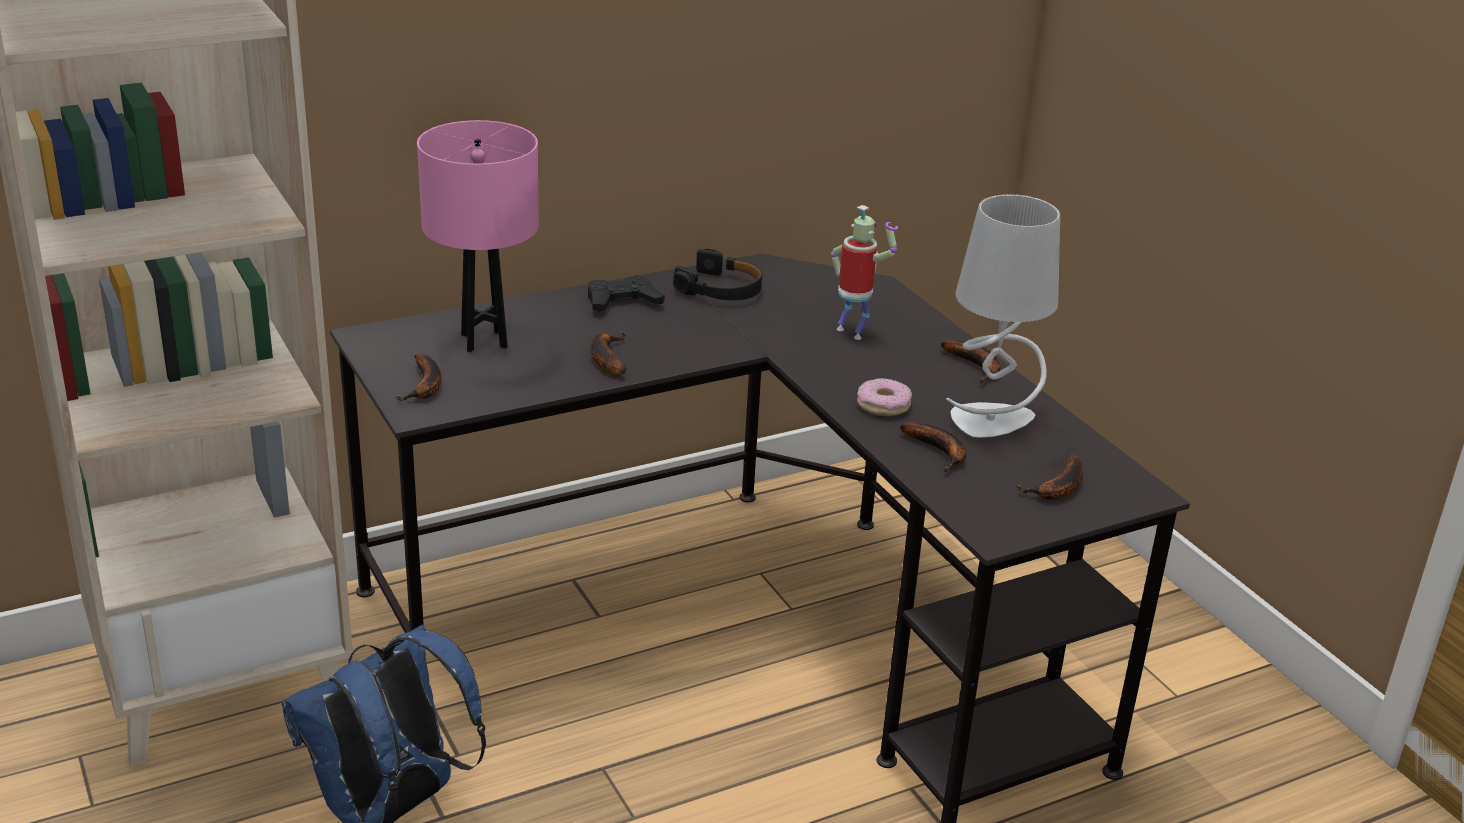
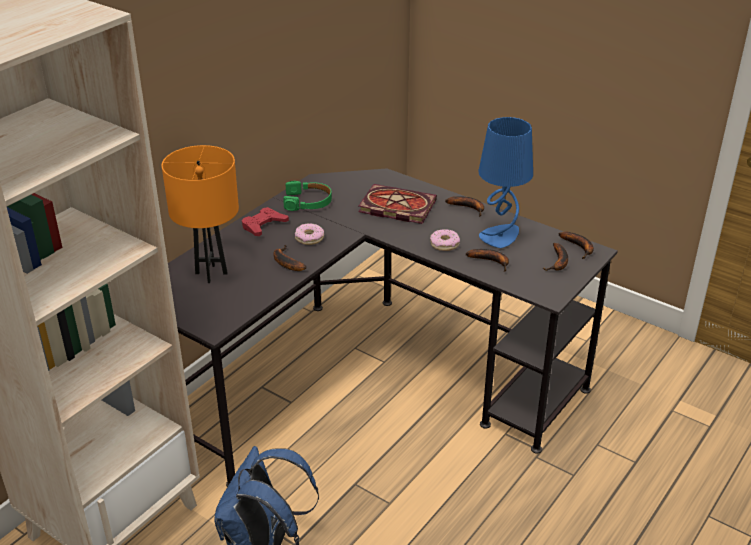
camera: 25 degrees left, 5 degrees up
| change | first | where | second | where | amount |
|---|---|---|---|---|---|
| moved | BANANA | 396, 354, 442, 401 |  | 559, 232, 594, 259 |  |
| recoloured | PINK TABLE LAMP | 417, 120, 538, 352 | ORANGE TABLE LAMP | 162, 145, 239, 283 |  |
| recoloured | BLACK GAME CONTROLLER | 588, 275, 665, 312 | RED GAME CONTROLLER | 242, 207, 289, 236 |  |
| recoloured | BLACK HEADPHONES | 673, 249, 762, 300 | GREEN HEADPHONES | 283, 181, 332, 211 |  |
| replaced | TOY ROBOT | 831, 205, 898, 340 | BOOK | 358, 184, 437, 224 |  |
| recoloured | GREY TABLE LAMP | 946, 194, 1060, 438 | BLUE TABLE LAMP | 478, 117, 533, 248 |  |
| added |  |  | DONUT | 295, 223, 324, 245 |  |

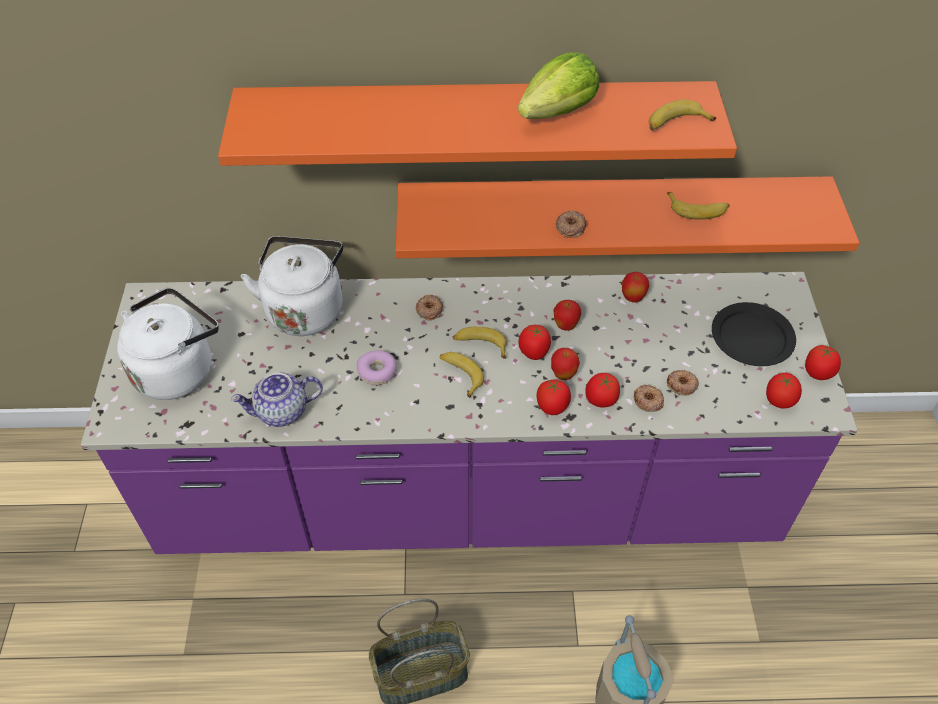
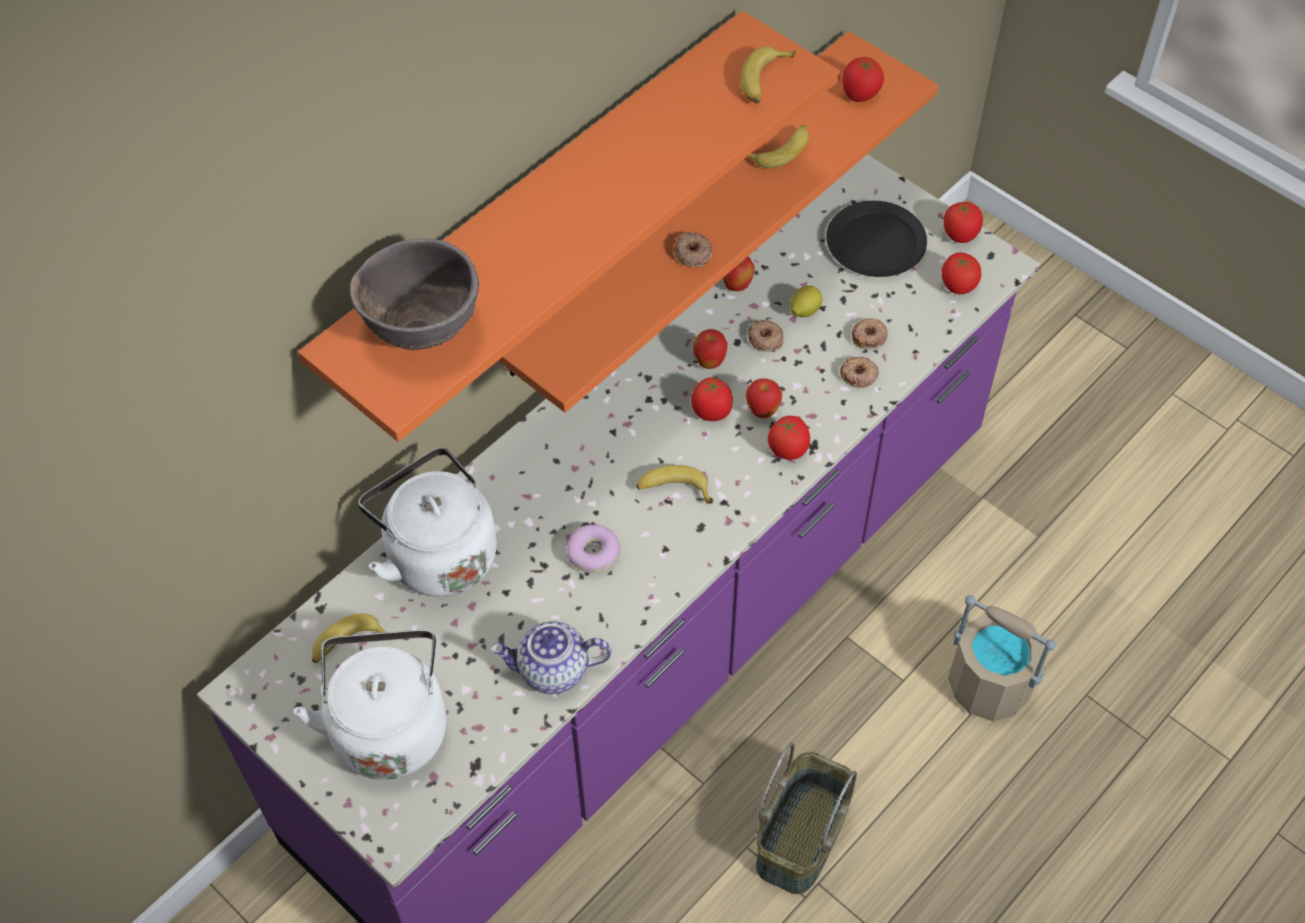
camera: 45 degrees left, 5 degrees up
| change | first | where | second | where | amount |
|---|---|---|---|---|---|
| turned | TEAPOT | 231, 373, 323, 427 |  | 491, 621, 611, 694 | 60 degrees clockwise |
| moved | DONUT | 416, 295, 443, 320 |  | 748, 319, 783, 351 |  |
| moved | BANANA | 453, 327, 507, 359 |  | 312, 613, 387, 663 |  |
| removed | LETTUCE | 518, 52, 599, 119 |  |  |  |
| moved | TOMATO | 585, 373, 620, 408 |  | 842, 57, 884, 102 |  |
| added |  |  | BROWN BOWL | 350, 238, 479, 350 |  |
| added |  |  | LEMON | 790, 285, 823, 317 |  |

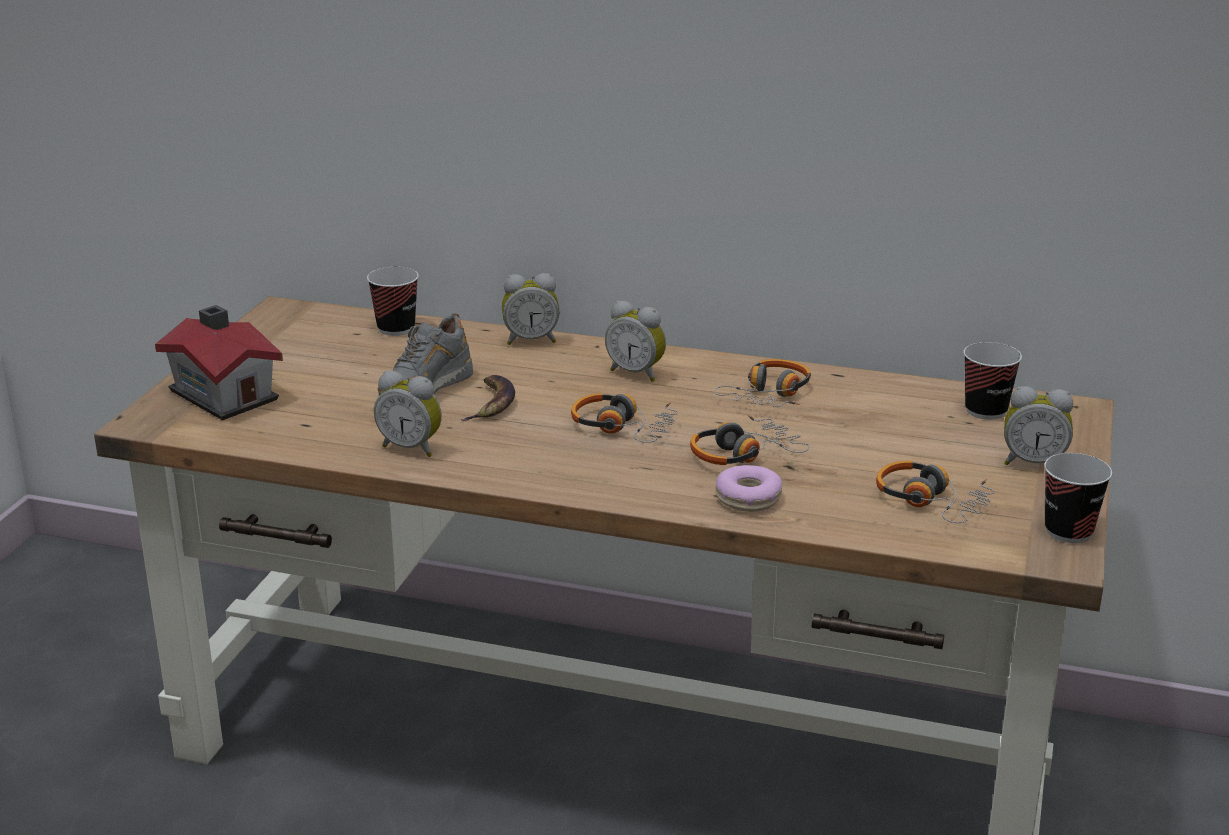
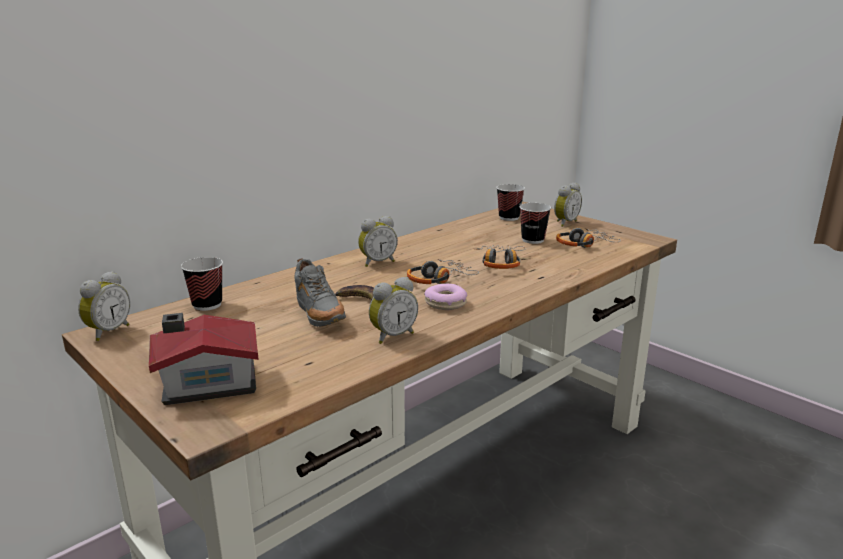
camera: 60 degrees left, 5 degrees down
| change | first | where | second | where | amount |
|---|---|---|---|---|---|
| moved | ALARM CLOCK | 502, 273, 560, 345 |  | 78, 271, 130, 341 |  |
| removed | HEADPHONES | 714, 359, 811, 407 |  |  |  |
| moved | DONUT | 715, 465, 782, 512 |  | 424, 284, 467, 310 |  |
| moved | CUP | 1044, 453, 1112, 543 |  | 519, 203, 551, 244 |  |

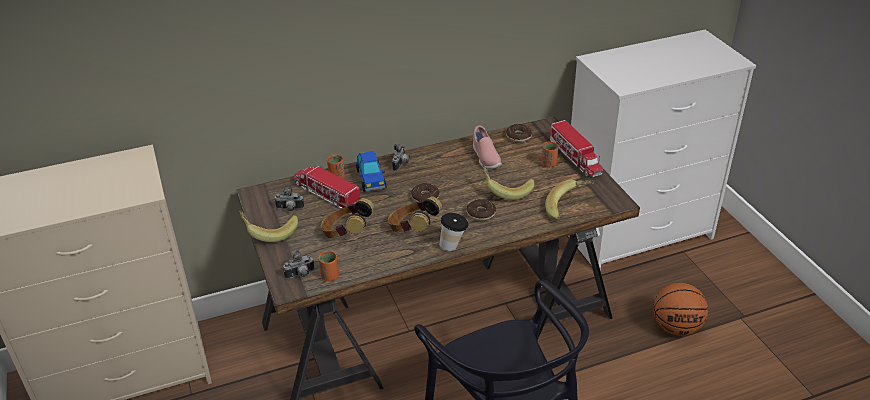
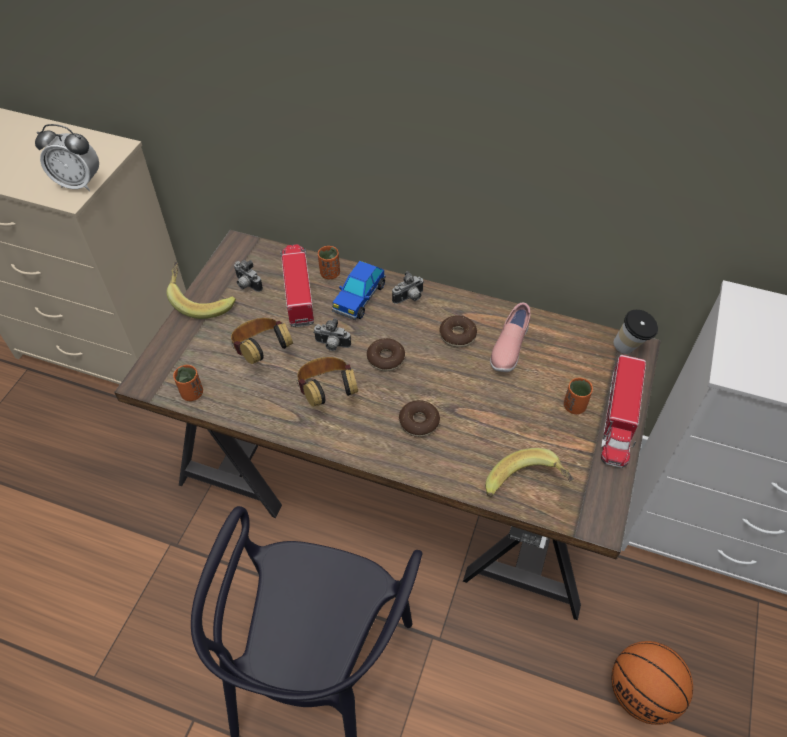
camera: 40 degrees right, 15 degrees up
| change | first | where | second | where | amount |
|---|---|---|---|---|---|
| moved | PHOTO CAMERA | 283, 250, 315, 279 |  | 313, 318, 351, 351 |  |
| moved | CUP | 440, 213, 468, 251 |  | 613, 310, 658, 354 |  |
| removed | BANANA | 482, 165, 534, 200 |  |  |  |
| moved | DONUT | 506, 124, 532, 143 |  | 439, 315, 477, 347 |  |
| added |  |  | ALARM CLOCK | 35, 124, 99, 191 |  |

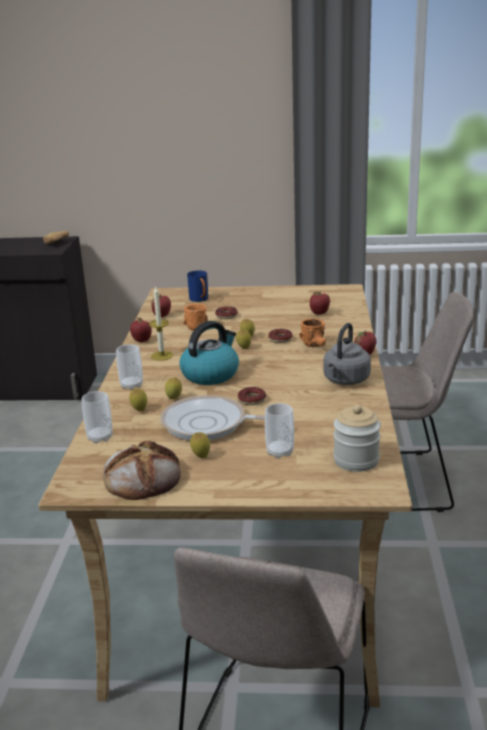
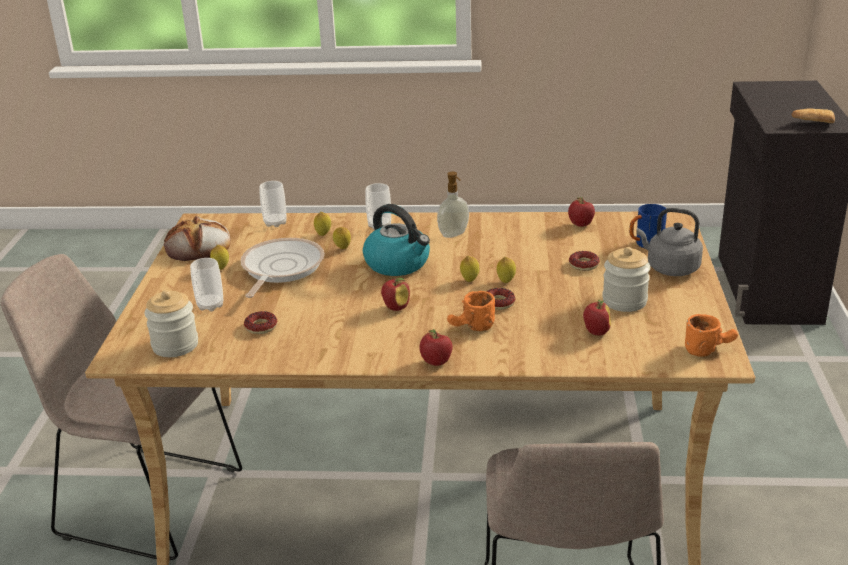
camera: 90 degrees right, 5 degrees up
| change | first | where | second | where | amount |
|---|---|---|---|---|---|
| moved | APPLE | 130, 317, 152, 342 |  | 381, 278, 410, 311 |  |
| replaced | CANDLE | 149, 285, 173, 361 | SOAP DISPENSER | 437, 172, 469, 238 |  |
| moved | ORANGE MUG | 183, 304, 208, 330 |  | 685, 314, 738, 357 |  |
| moved | DONUT | 238, 387, 266, 405 |  | 244, 311, 277, 334 |  |
| moved | GREY KETTLE | 323, 323, 371, 385 |  | 637, 208, 703, 276 |  |
| added |  |  | JAR | 602, 247, 650, 312 |  |

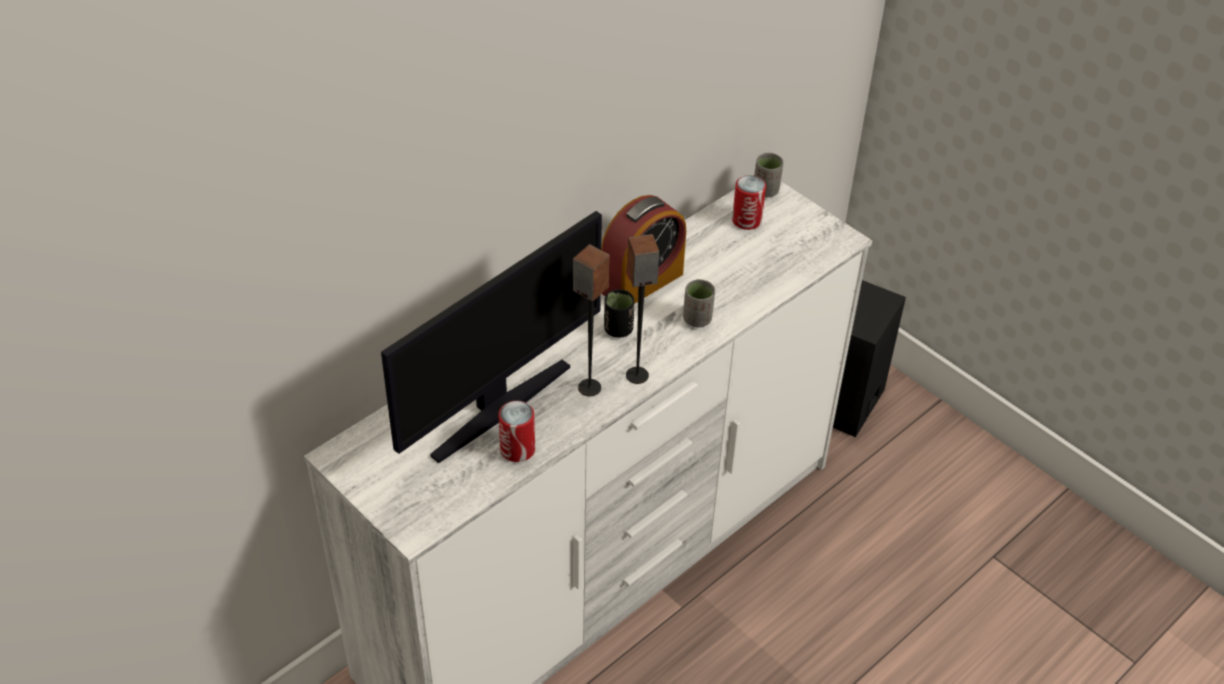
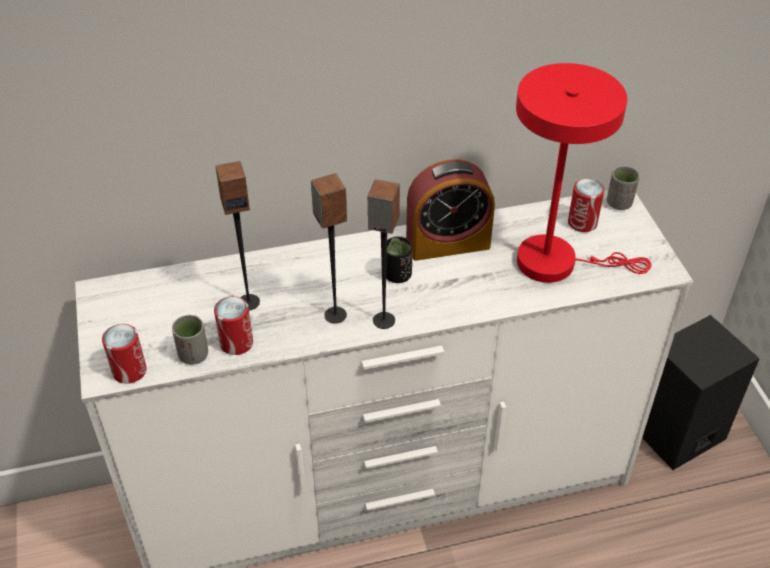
camera: 30 degrees right, 0 degrees up
| change | first | where | second | where | amount |
|---|---|---|---|---|---|
| replaced | MONITOR | 381, 211, 602, 463 | SPEAKER | 215, 161, 260, 310 |  |
| moved | GREY CUP | 683, 279, 715, 327 |  | 172, 315, 208, 365 |  |
| added |  |  | CAN | 102, 324, 147, 384 |  |
| added |  |  | RED TABLE LAMP | 516, 63, 652, 283 |  |

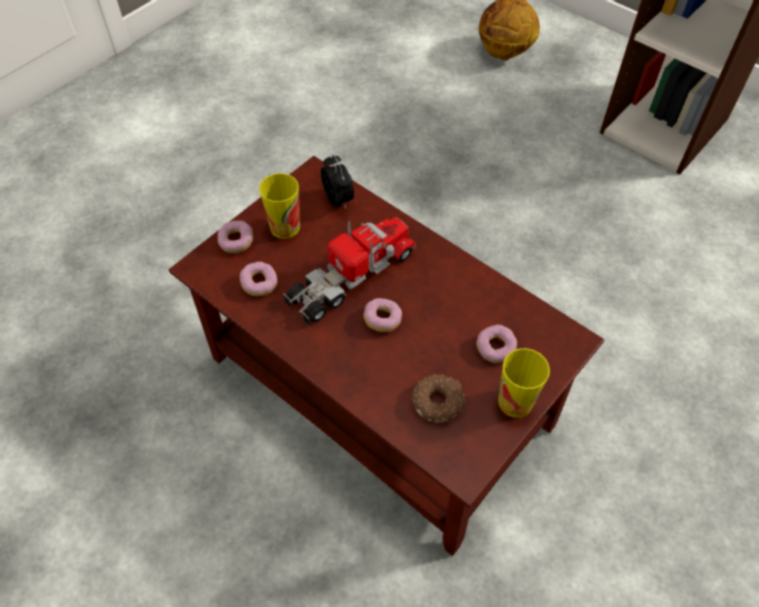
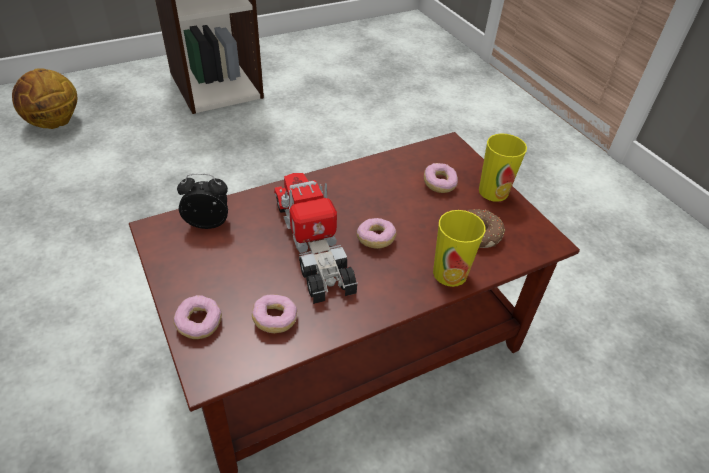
camera: 70 degrees left, 10 degrees down
| change | first | where | second | where | amount |
|---|---|---|---|---|---|
| moved | CUP | 259, 173, 300, 239 |  | 433, 210, 485, 287 |  |

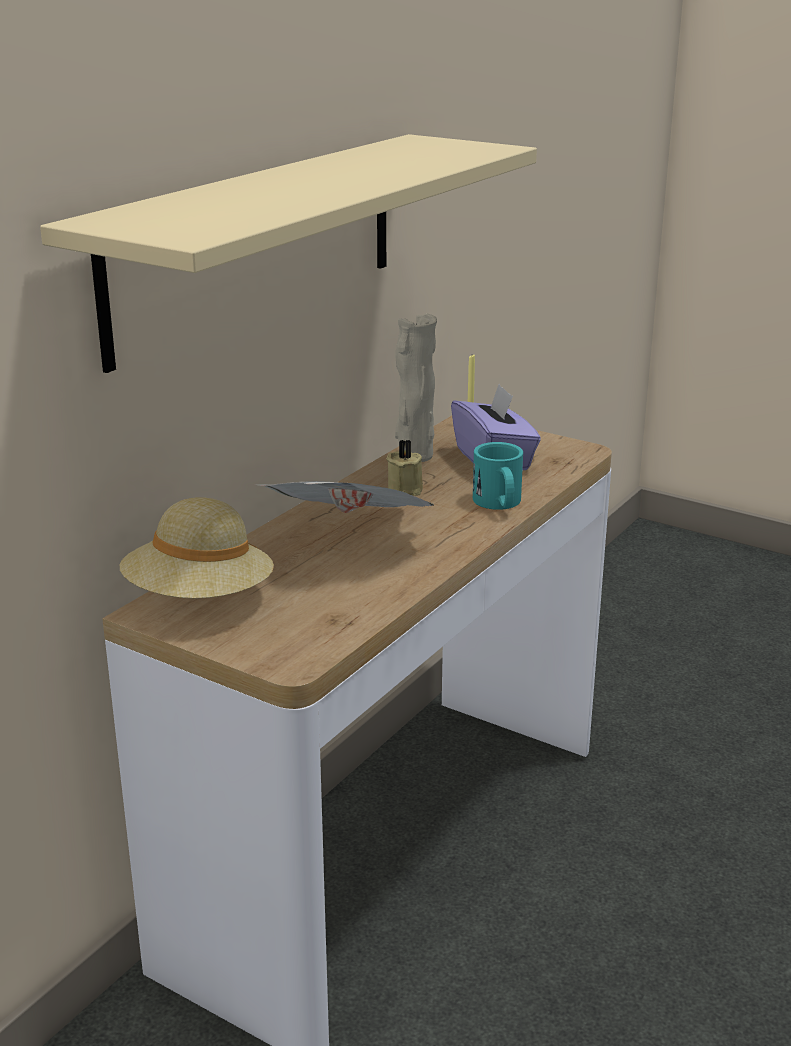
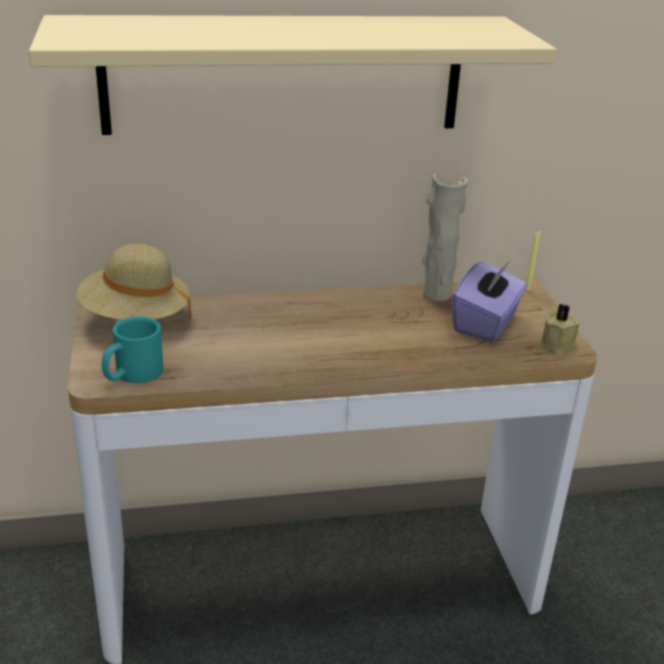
camera: 45 degrees right, 5 degrees up
| change | first | where | second | where | amount |
|---|---|---|---|---|---|
| removed | NEWSPAPER | 255, 481, 434, 513 |  |  |  |
| moved | BEIGE CANDLE | 386, 439, 423, 496 |  | 541, 304, 579, 356 |  |
| moved | TURQUOISE MUG | 473, 442, 523, 510 |  | 102, 316, 163, 383 |  |

